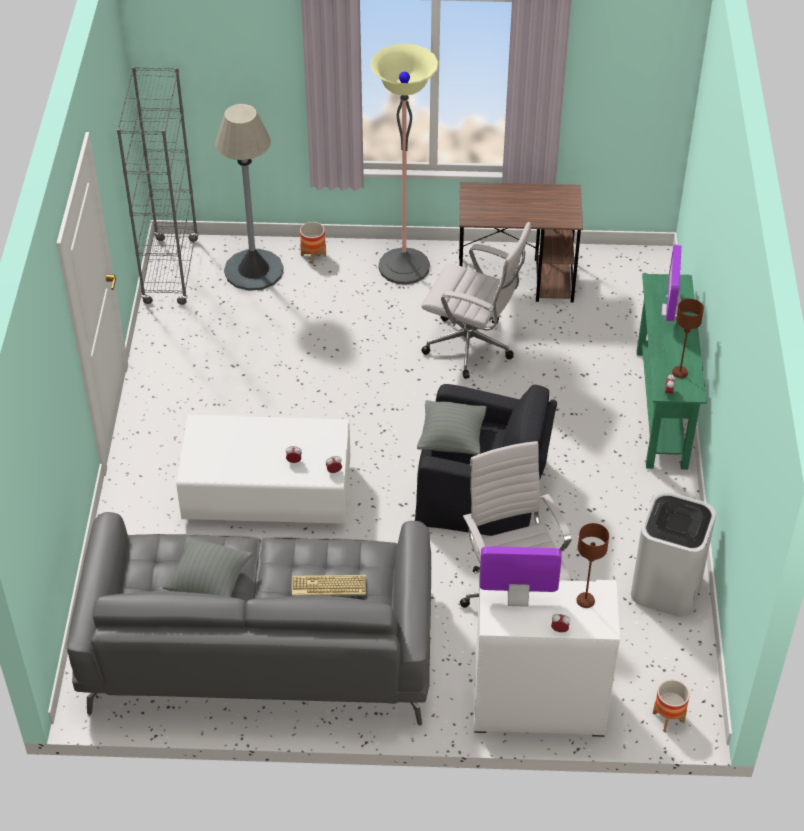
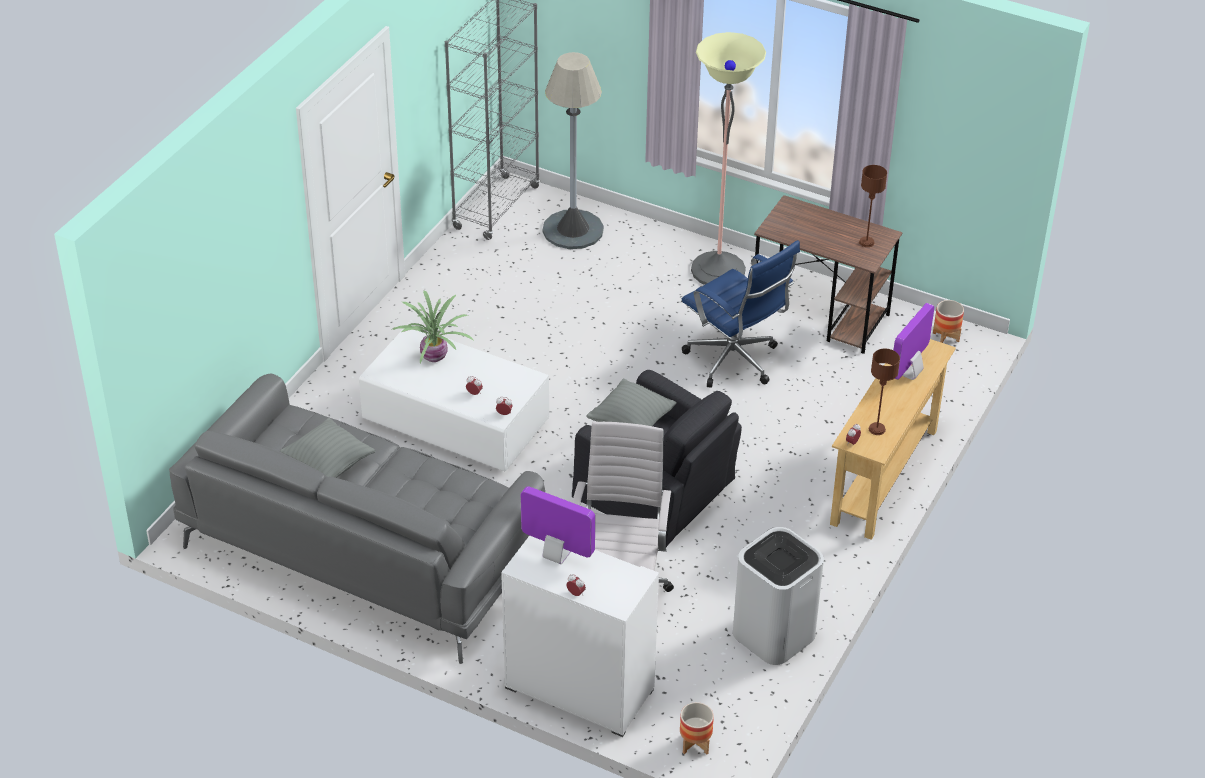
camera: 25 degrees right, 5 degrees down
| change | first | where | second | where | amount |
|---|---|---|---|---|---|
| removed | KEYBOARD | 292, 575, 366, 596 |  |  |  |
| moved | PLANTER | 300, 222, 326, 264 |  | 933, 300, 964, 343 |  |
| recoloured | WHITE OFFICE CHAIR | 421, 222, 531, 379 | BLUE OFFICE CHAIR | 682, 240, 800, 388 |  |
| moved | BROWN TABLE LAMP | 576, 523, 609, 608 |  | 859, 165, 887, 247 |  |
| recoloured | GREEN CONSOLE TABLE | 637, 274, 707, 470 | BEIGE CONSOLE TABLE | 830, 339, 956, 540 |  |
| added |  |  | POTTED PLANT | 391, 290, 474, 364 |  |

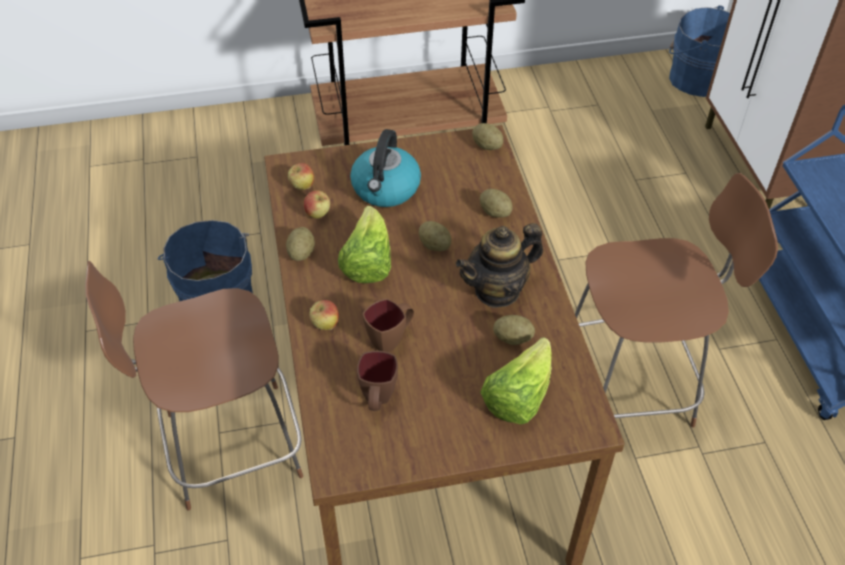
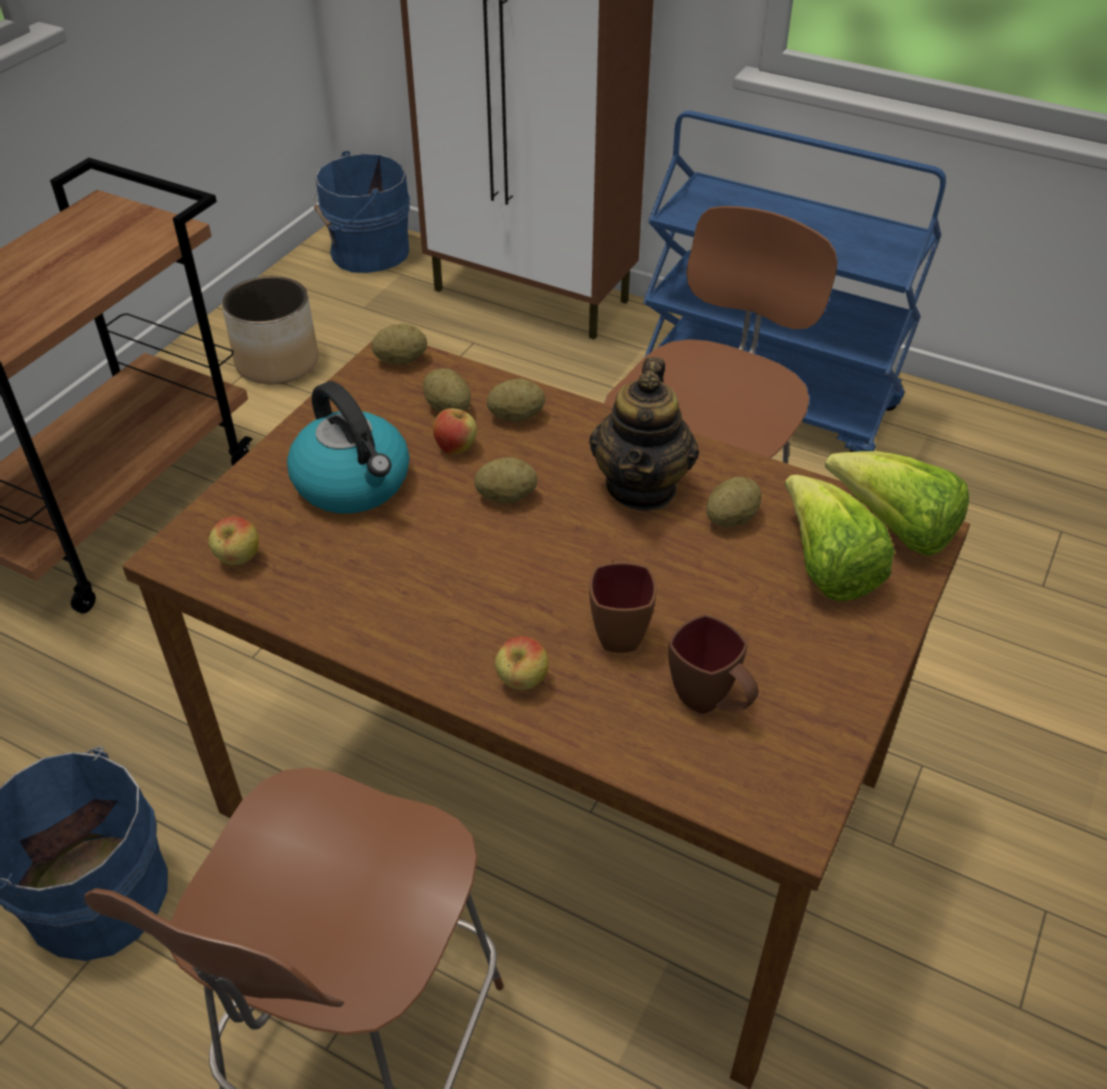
camera: 50 degrees left, 5 degrees down
| change | first | where | second | where | amount |
|---|---|---|---|---|---|
| moved | POTATO | 286, 227, 315, 261 |  | 423, 368, 471, 412 |  |
| moved | APPLE | 304, 190, 330, 219 |  | 433, 407, 477, 454 |  |
| moved | LETTUCE | 338, 206, 391, 283 |  | 825, 451, 969, 556 |  |
| added |  |  | PLANTER | 222, 276, 318, 384 |  |

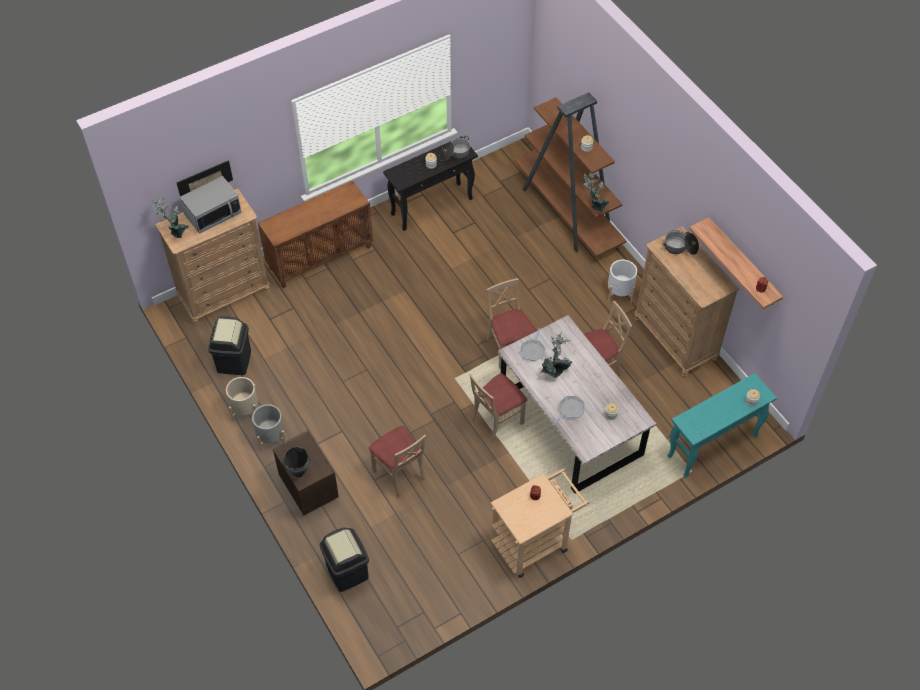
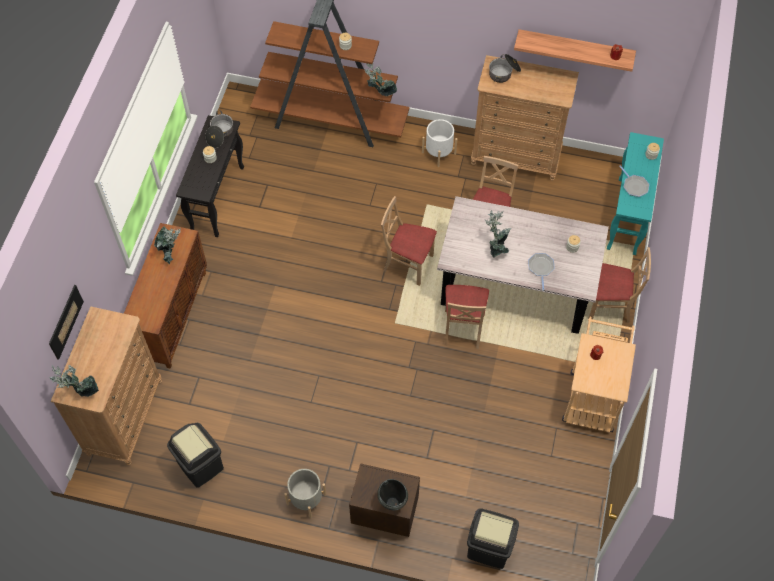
camera: 45 degrees left, 5 degrees up
| change | first | where | second | where | amount |
|---|---|---|---|---|---|
| removed | MICROWAVE | 180, 176, 242, 234 |  |  |  |
| removed | BEIGE PLANTER | 226, 377, 259, 422 |  |  |  |
| moved | BEIGE CHAIR | 369, 426, 426, 498 |  | 588, 247, 651, 323 |  |
| moved | FRYING PAN | 520, 328, 546, 361 |  | 619, 165, 650, 197 |  |
| added |  |  | POTTED PLANT | 154, 226, 181, 265 |  |

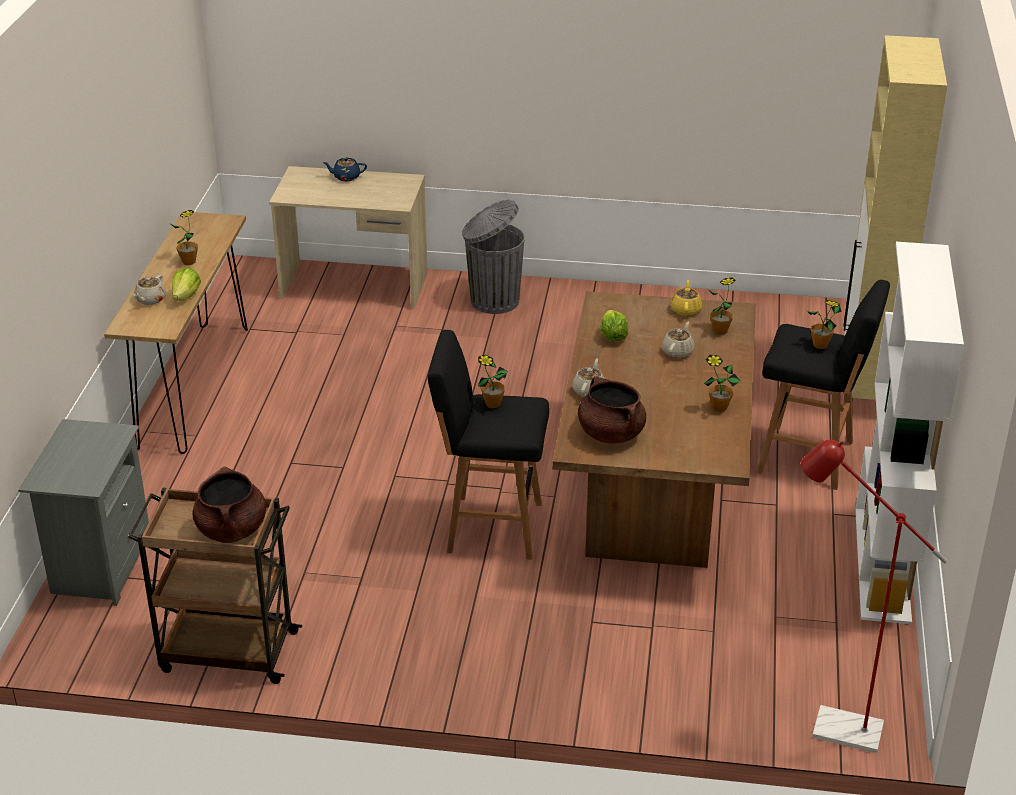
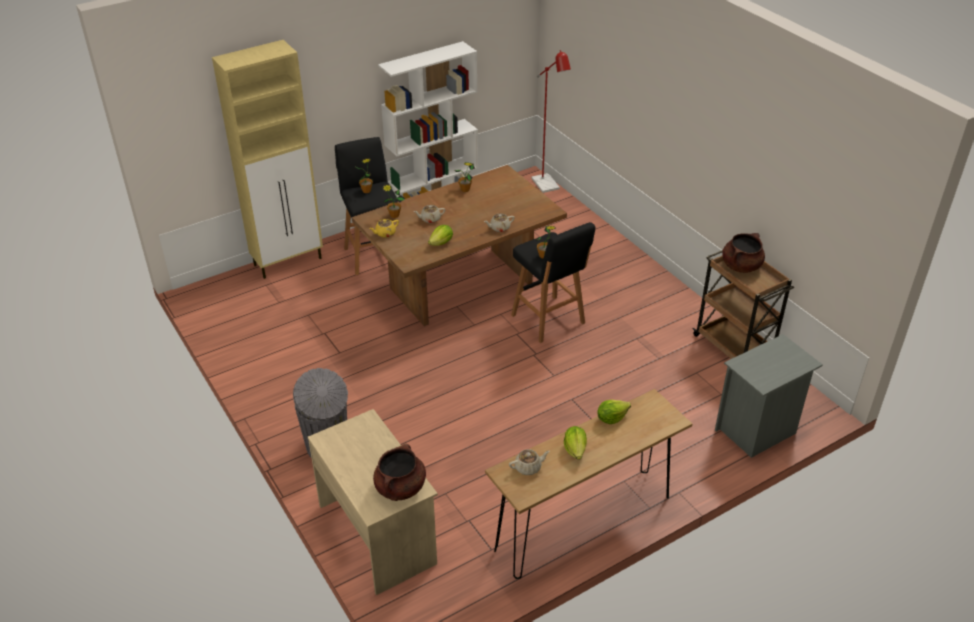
camera: 130 degrees left, 5 degrees up
| change | first | where | second | where | amount |
|---|---|---|---|---|---|
| moved | BEIGE TEAPOT | 134, 275, 166, 305 |  | 509, 449, 550, 475 |  |
| replaced | POTTED PLANT | 171, 210, 198, 265 | LETTUCE | 564, 426, 587, 459 |  |
| removed | BLUE TEAPOT | 323, 157, 367, 181 |  |  |  |
| moved | BROWN COOKING POT | 578, 377, 646, 443 |  | 373, 444, 426, 501 |  |

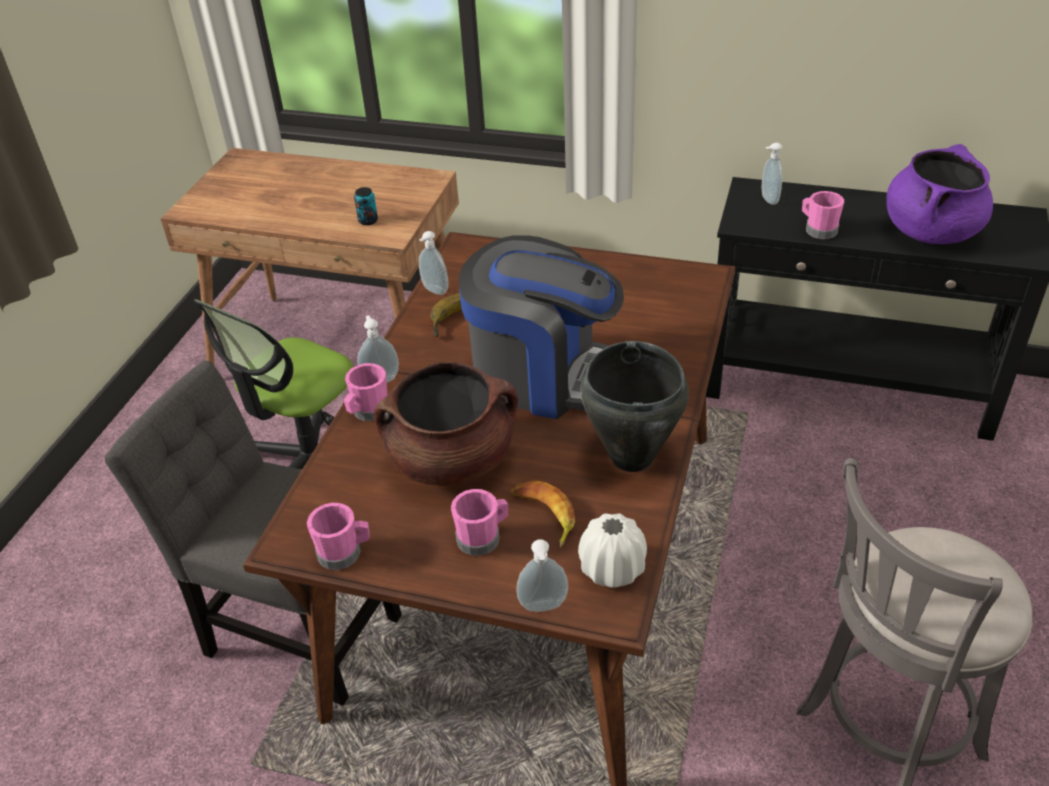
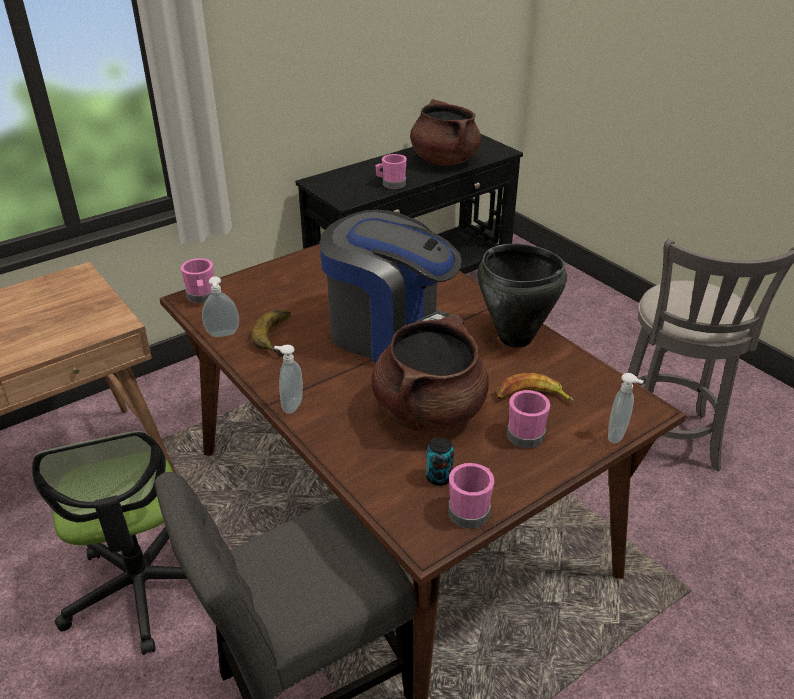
camera: 55 degrees left, 5 degrees down
| change | first | where | second | where | amount |
|---|---|---|---|---|---|
| moved | PINK MUG | 344, 363, 388, 421 |  | 180, 258, 214, 303 |  |
| moved | CAN | 354, 187, 378, 225 |  | 426, 437, 454, 486 |  |
| turned | COFFEE MACHINE | 459, 235, 624, 419 |  | 320, 210, 462, 363 | 60 degrees clockwise |
| removed | WHITE VASE | 578, 513, 647, 588 |  |  |  |
| removed | SOAP DISPENSER | 762, 143, 783, 205 |  |  |  |
| recoloured | PURPLE COOKING POT | 886, 144, 993, 244 | BROWN COOKING POT | 410, 99, 481, 166 |  |

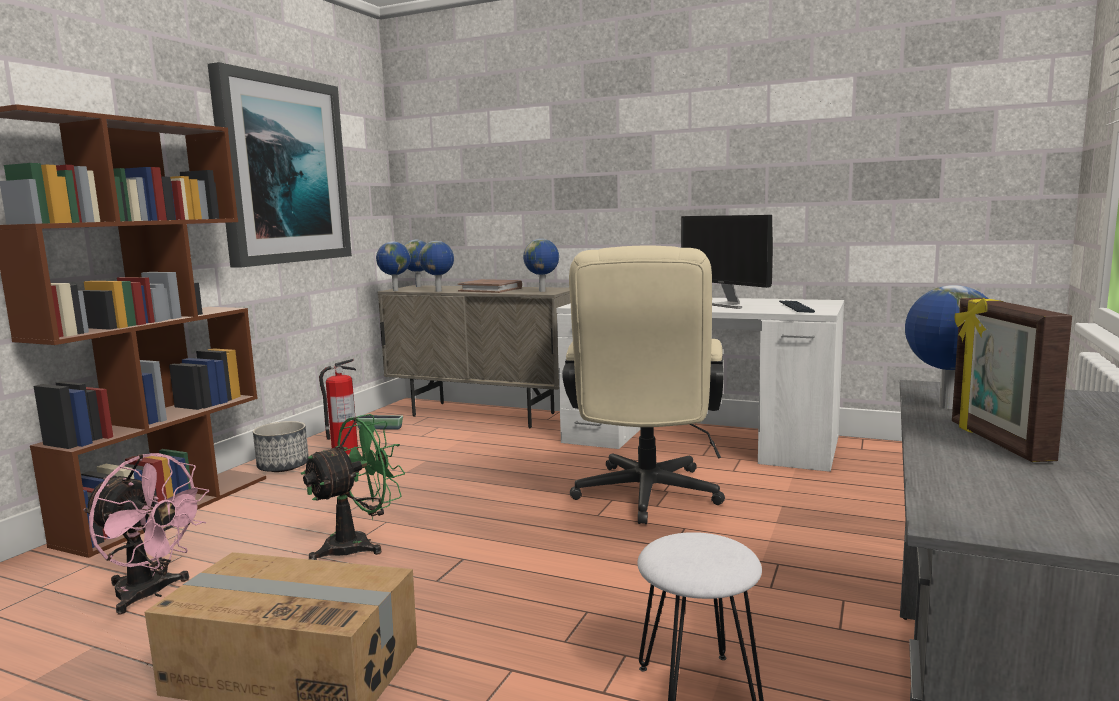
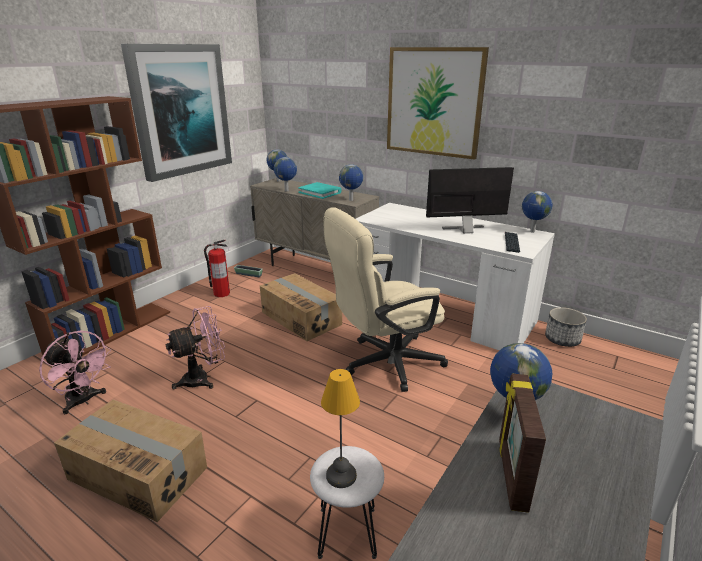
camera: 10 degrees right, 15 degrees up
| change | first | where | second | where | amount |
|---|---|---|---|---|---|
| moved | PLANTER | 253, 421, 309, 472 |  | 545, 307, 587, 347 |  |
| recoloured | GREEN FAN | 301, 414, 405, 560 | PINK FAN | 166, 306, 225, 390 |  |
| moved | GLOBE | 376, 241, 410, 291 |  | 522, 191, 553, 233 |  |
| recoloured | BROWN BOOK | 458, 279, 522, 293 | TURQUOISE BOOK | 298, 182, 342, 199 |  |
| turned | BEIGE OFFICE CHAIR | 562, 246, 725, 524 |  | 323, 207, 448, 392 | 45 degrees clockwise |
| turned | MONITOR | 681, 215, 773, 309 |  | 426, 167, 514, 234 | 105 degrees clockwise |
| added |  |  | CARDBOARD BOX | 260, 273, 342, 341 |  |
| added |  |  | TABLE LAMP | 321, 369, 360, 488 |  |
| added |  |  | PICTURE | 387, 47, 489, 160 |  |

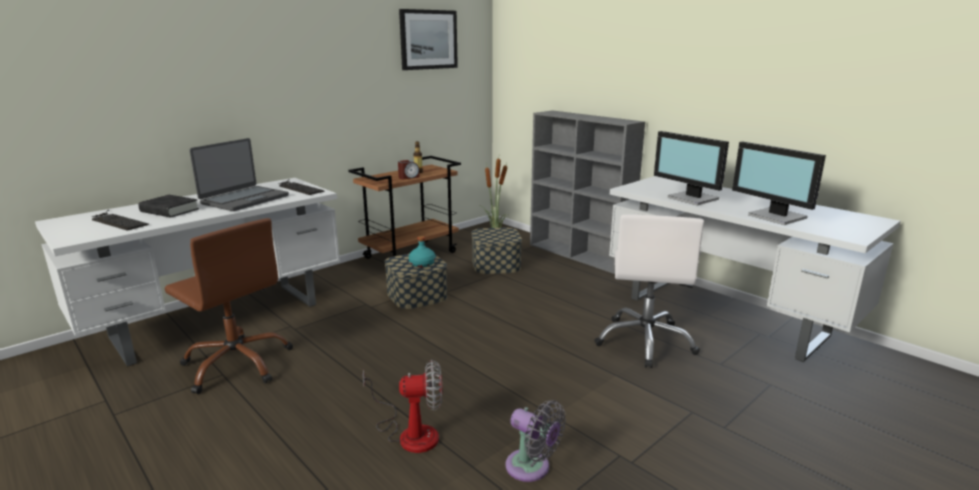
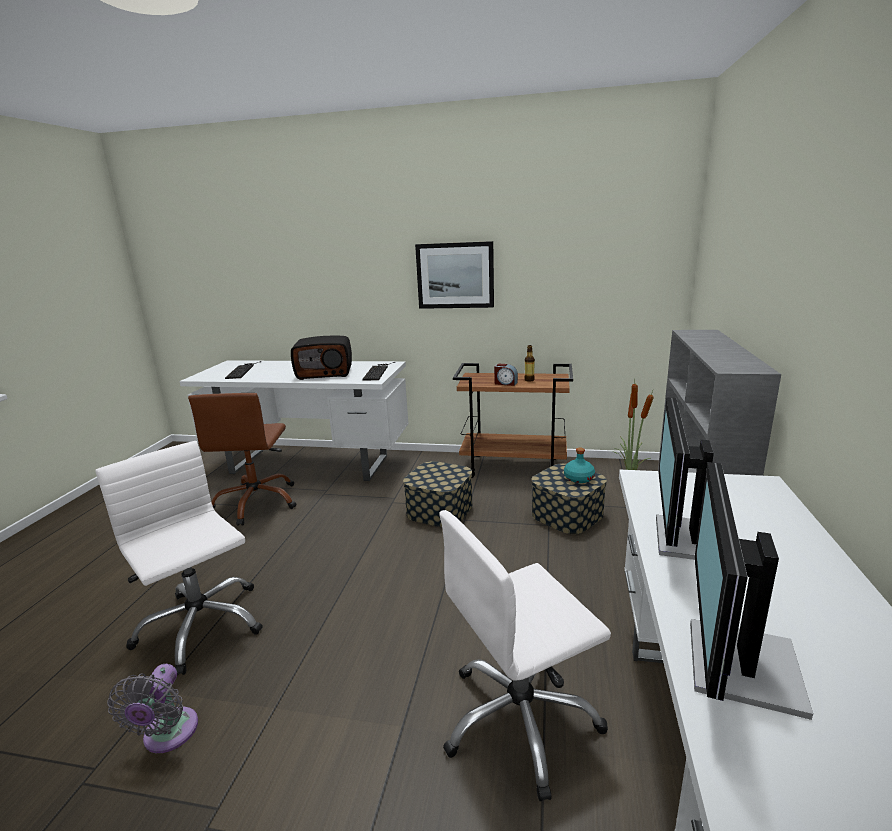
camera: 55 degrees right, 0 degrees up
| change | first | where | second | where | amount |
|---|---|---|---|---|---|
| removed | BLACK BOOK | 138, 195, 199, 218 |  |  |  |
| replaced | LAPTOP | 189, 138, 289, 211 | RADIO | 291, 336, 352, 380 |  |
| replaced | FAN | 363, 360, 443, 453 | WHITE OFFICE CHAIR | 95, 441, 262, 675 |  |
| moved | PICTURE | 399, 9, 458, 70 |  | 415, 241, 494, 309 |  |
| moved | TURQUOISE BOTTLE | 409, 236, 436, 267 |  | 564, 448, 595, 483 |  |

